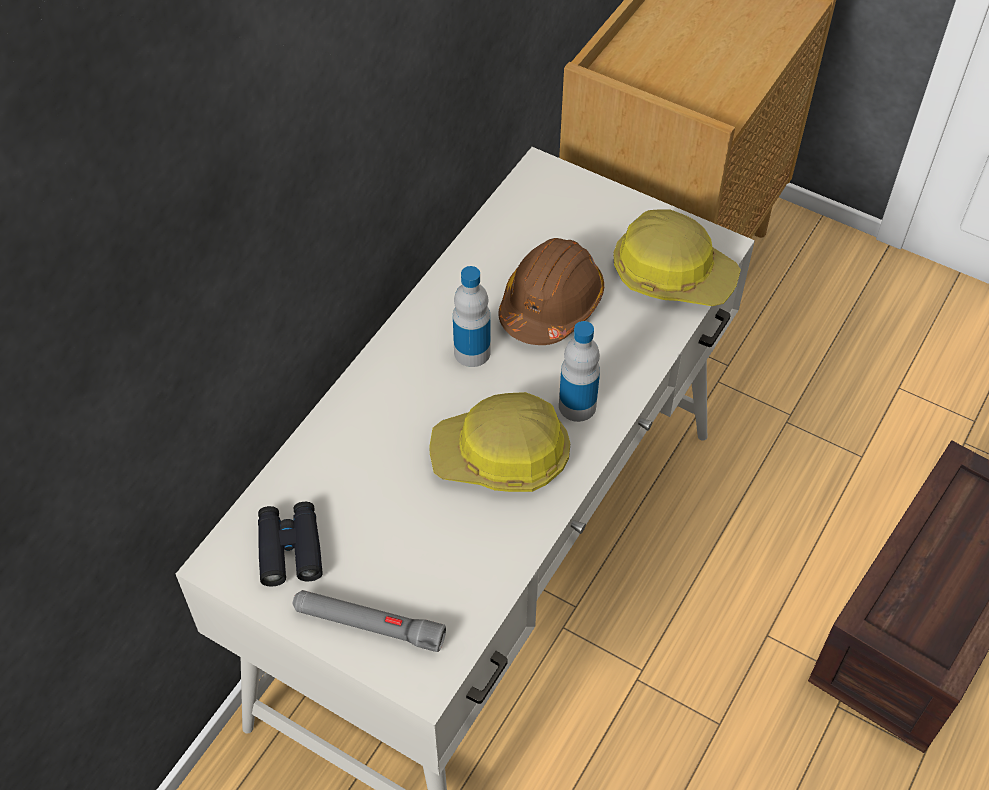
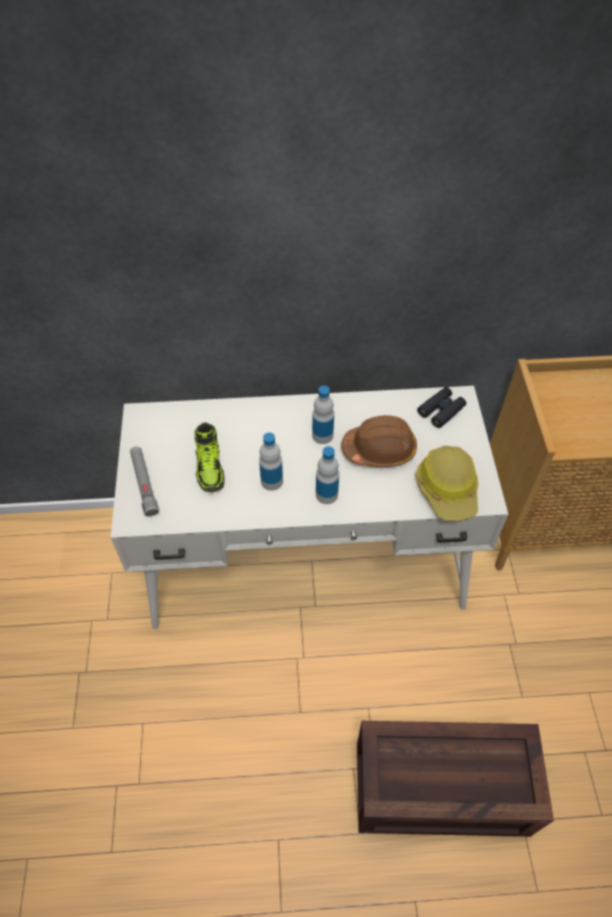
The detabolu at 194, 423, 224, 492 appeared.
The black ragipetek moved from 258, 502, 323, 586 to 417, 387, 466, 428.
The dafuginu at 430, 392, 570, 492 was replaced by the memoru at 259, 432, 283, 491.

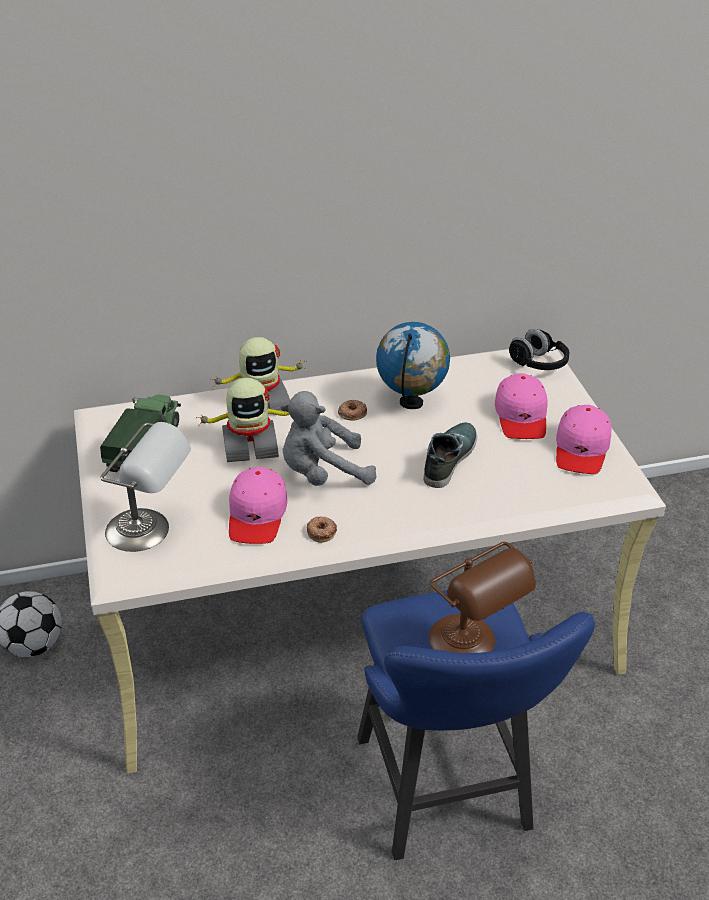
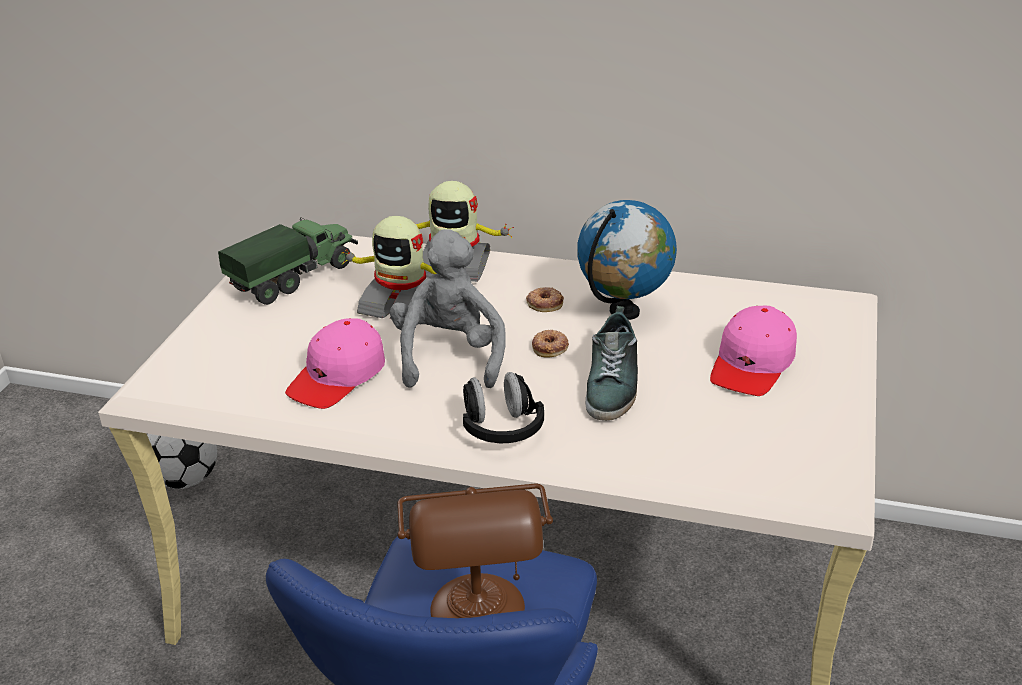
The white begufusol at 100, 422, 191, 552 disappeared.
The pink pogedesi at 556, 405, 611, 474 disappeared.
The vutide moved from 306, 516, 337, 543 to 532, 330, 569, 357.
The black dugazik moved from 509, 329, 569, 370 to 463, 372, 544, 443.
The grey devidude at 280, 391, 376, 486 turned 75 degrees clockwise.
The detabolu at 424, 422, 477, 488 turned 135 degrees clockwise.

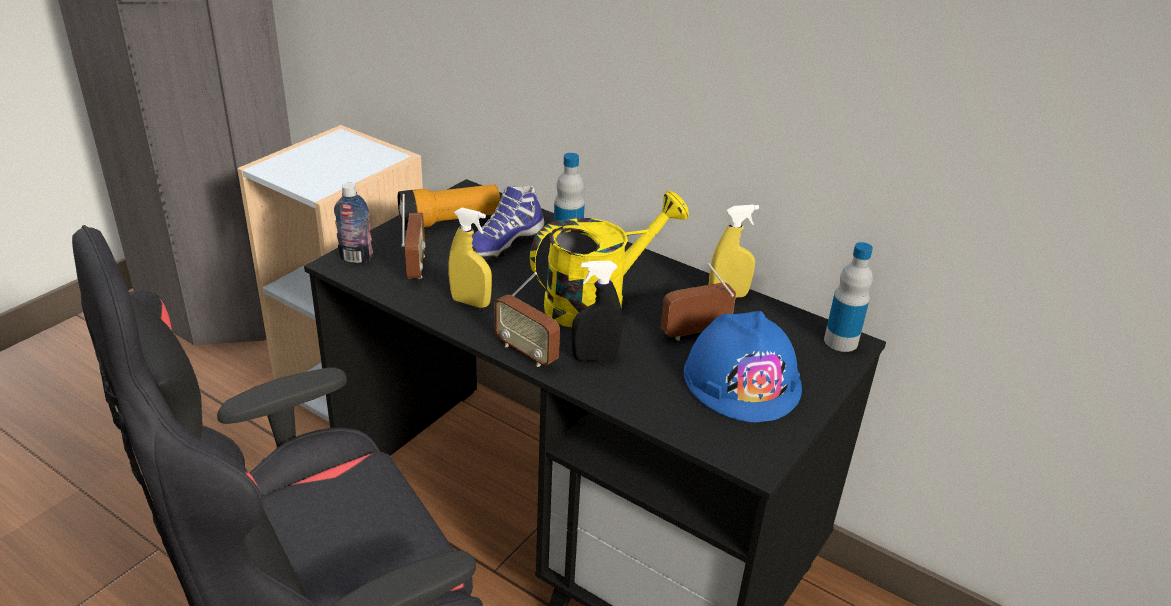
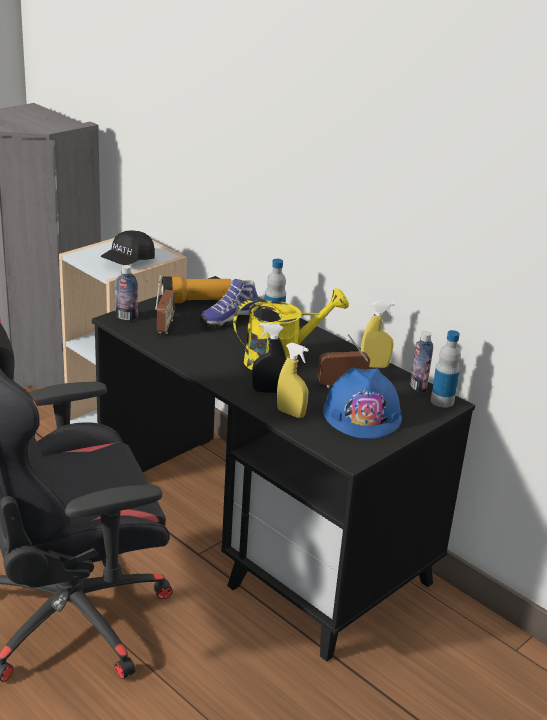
The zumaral at 495, 272, 560, 367 disappeared.
The black pogedesi at 101, 230, 155, 265 appeared.
The memoru at 410, 331, 433, 393 appeared.
The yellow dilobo moved from 448, 208, 492, 308 to 277, 342, 309, 418.

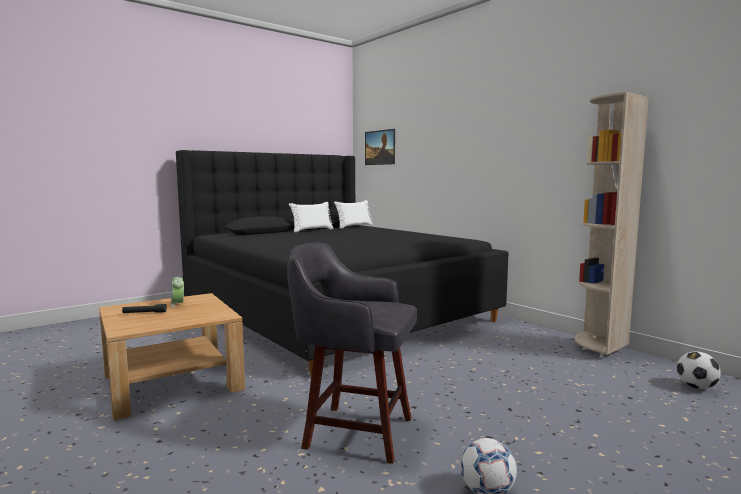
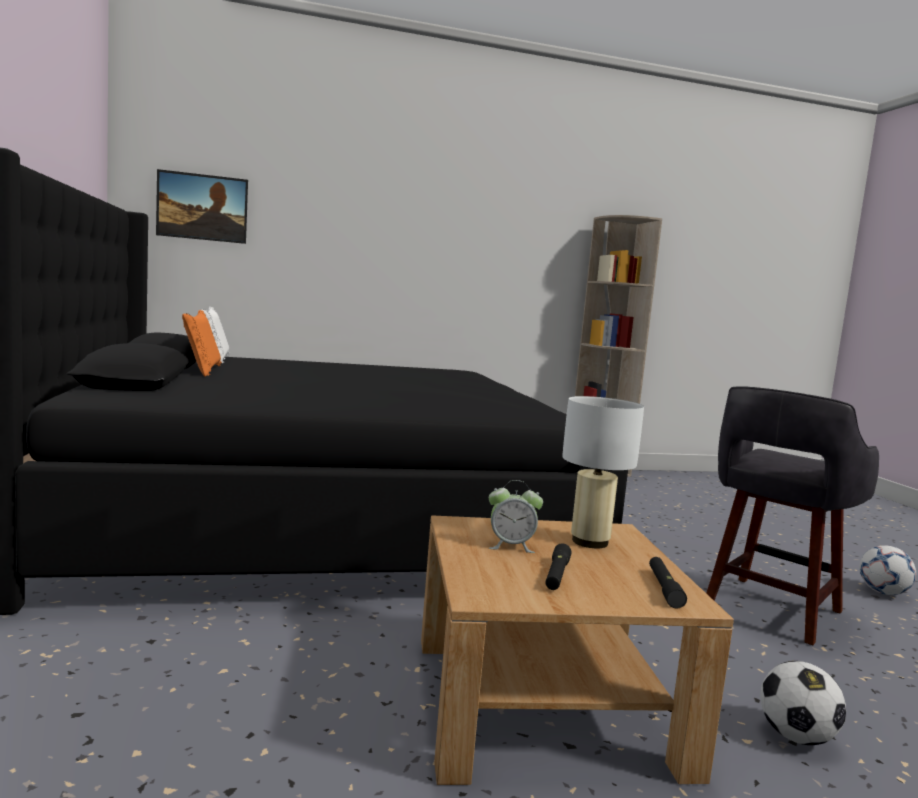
The white begufusol at 562, 396, 644, 548 appeared.
The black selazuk at 649, 557, 687, 608 appeared.
The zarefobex moved from 677, 351, 721, 389 to 761, 661, 846, 745.
The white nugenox at 289, 202, 333, 232 became the orange nugenox at 182, 310, 222, 377.

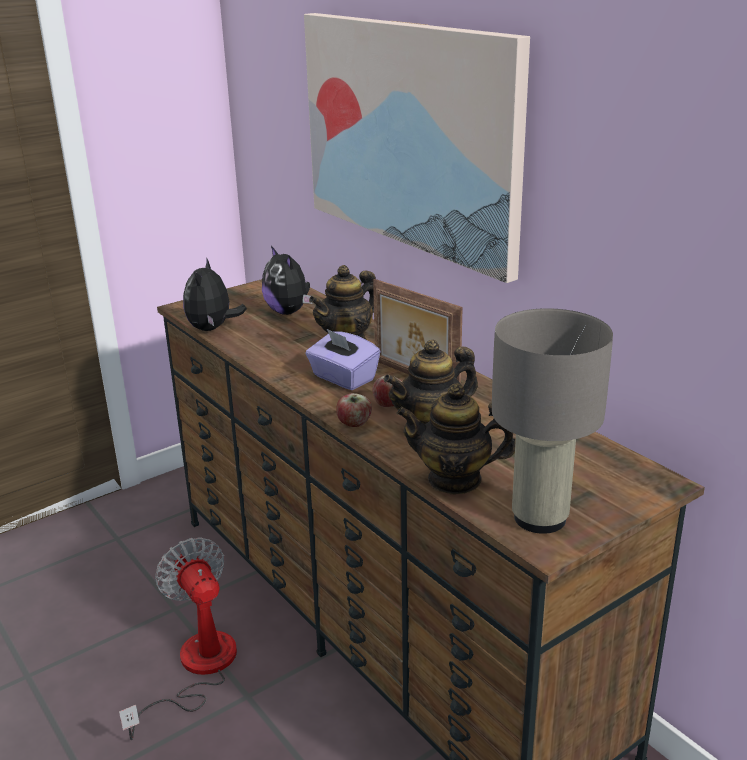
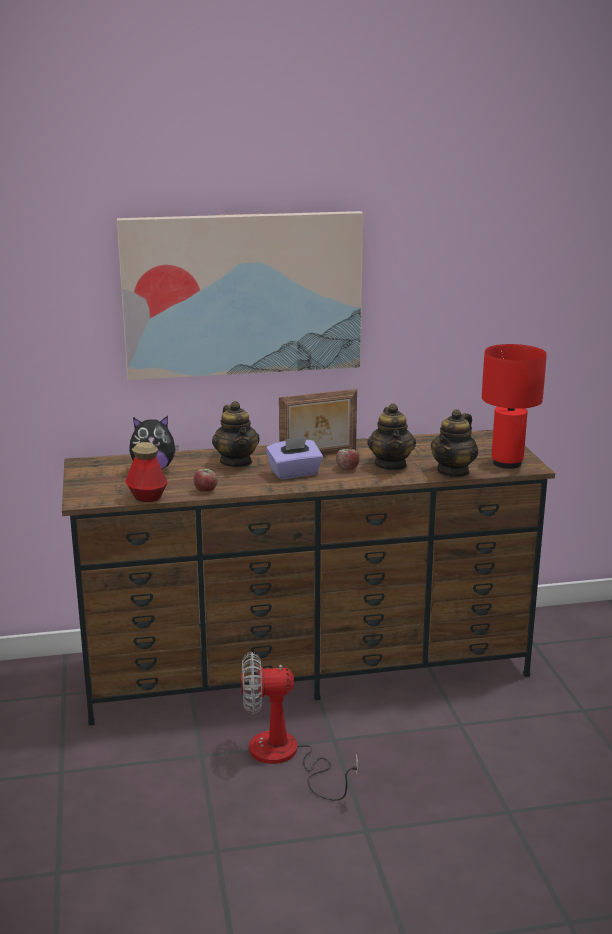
The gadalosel moved from 336, 393, 372, 427 to 193, 469, 218, 492.
The devidude at 183, 257, 247, 331 was replaced by the memoru at 125, 442, 168, 502.
The grey begufusol at 492, 308, 613, 534 became the red begufusol at 482, 344, 547, 469.

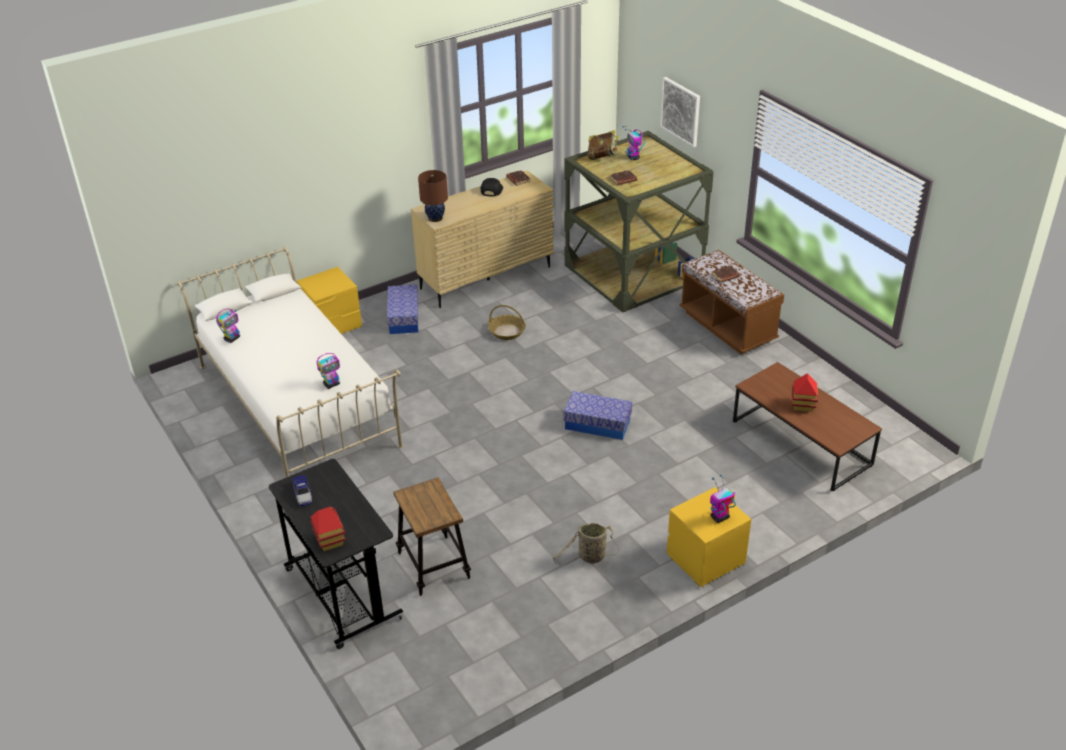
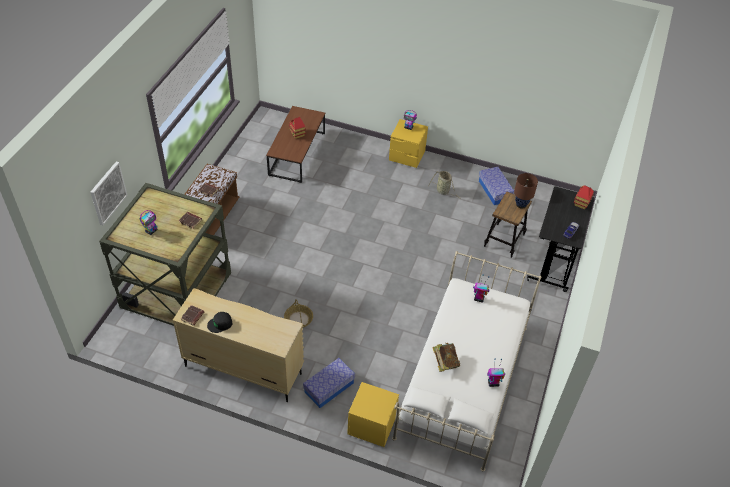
The brown begufusol moved from 418, 170, 448, 222 to 514, 173, 538, 209.
The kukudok moved from 564, 391, 632, 440 to 479, 167, 514, 205.
The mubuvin moved from 587, 130, 619, 160 to 432, 342, 460, 372.

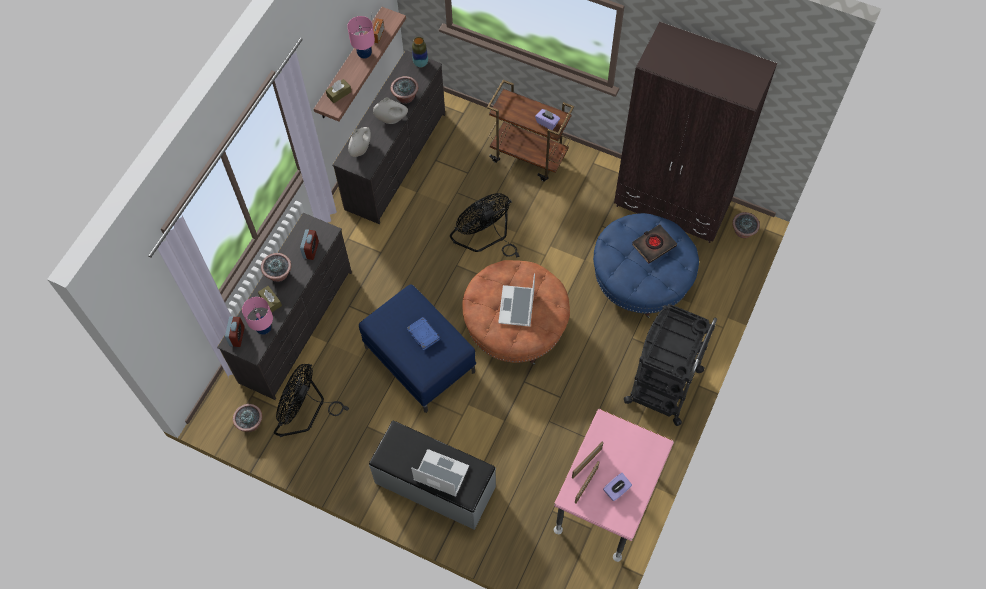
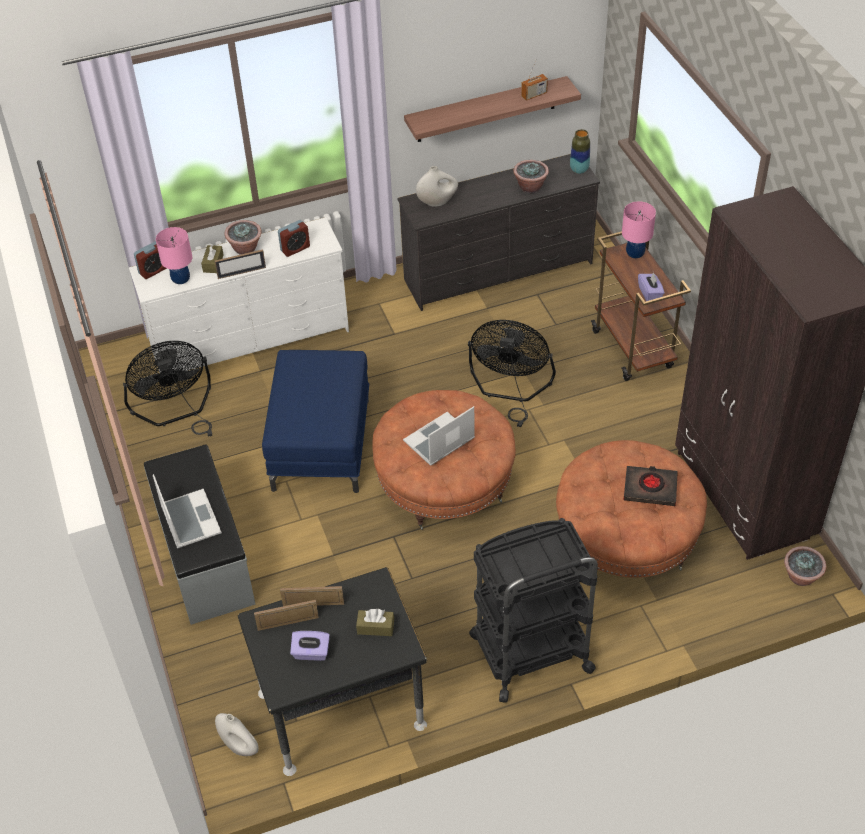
The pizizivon at 233, 404, 262, 432 disappeared.
The blue mubuvin at 407, 317, 441, 350 disappeared.
The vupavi at 215, 250, 266, 279 appeared.
The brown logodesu moved from 326, 79, 352, 103 to 356, 609, 394, 636.
The pink begufusol moved from 347, 16, 375, 59 to 622, 201, 656, 258.
The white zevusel moved from 373, 97, 408, 124 to 215, 713, 259, 756.
The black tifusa at 217, 213, 352, 400 became the white tifusa at 129, 217, 349, 372.
The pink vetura at 554, 409, 674, 562 became the black vetura at 238, 567, 427, 776.
The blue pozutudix at 593, 213, 699, 318 became the brown pozutudix at 556, 440, 707, 578.

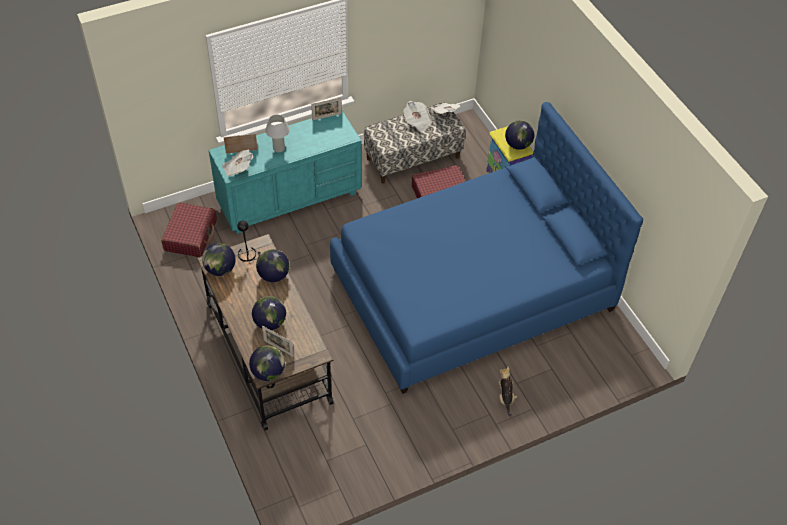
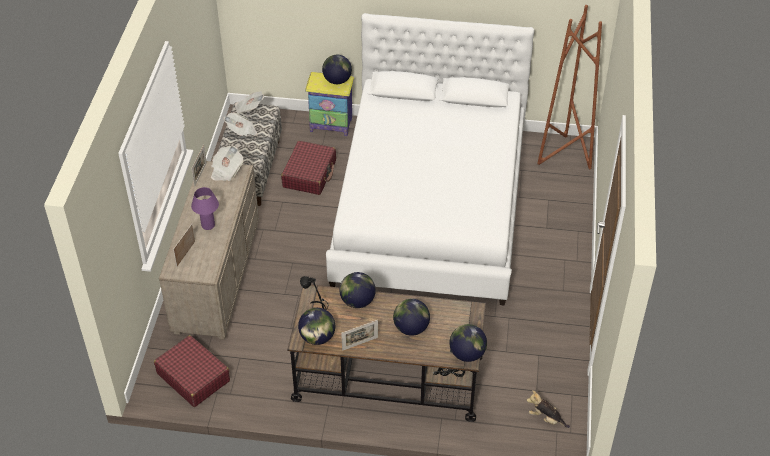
The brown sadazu at 537, 5, 602, 169 appeared.
The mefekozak moved from 222, 150, 253, 176 to 211, 146, 243, 181.
The vupavi moved from 262, 326, 294, 357 to 341, 320, 378, 351.
The devidude moved from 499, 366, 517, 417 to 526, 390, 570, 428.
The turquoise tifusa at 208, 111, 361, 234 became the beige tifusa at 159, 161, 259, 340.
The white begufusol at 265, 114, 290, 152 became the purple begufusol at 191, 187, 219, 230.
The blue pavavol at 330, 102, 643, 394 became the white pavavol at 326, 13, 535, 305.

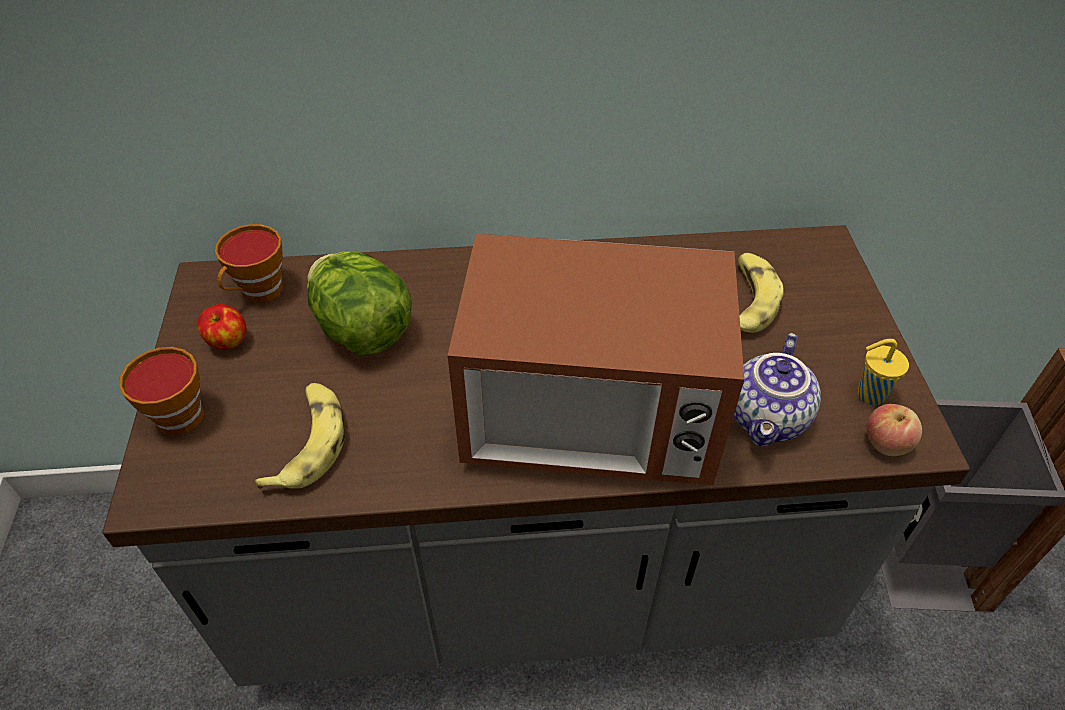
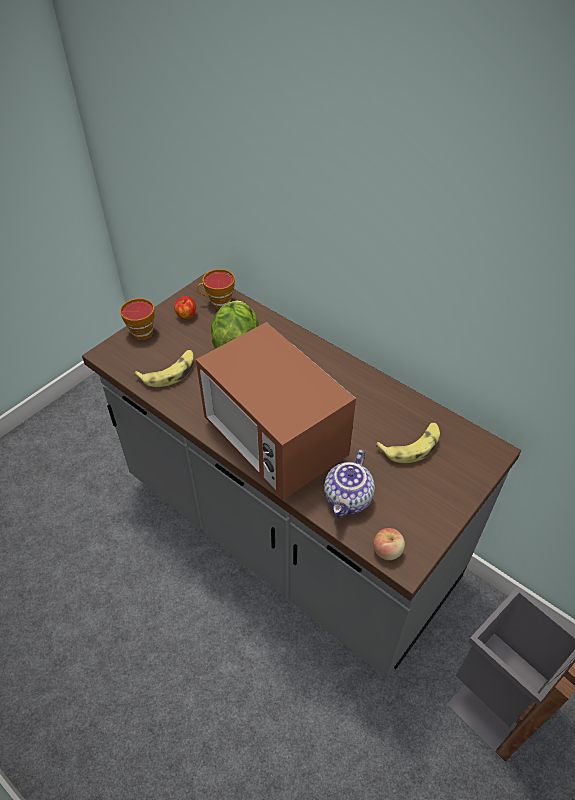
The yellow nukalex at 857, 339, 909, 406 disappeared.
The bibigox at 734, 333, 821, 446 turned 45 degrees counterclockwise.

